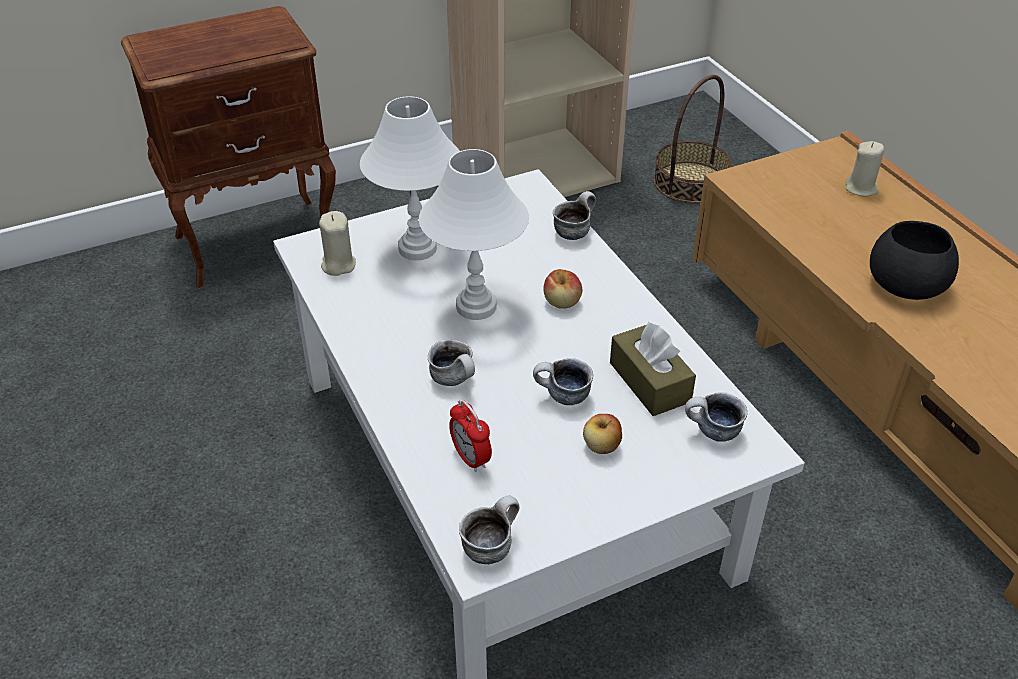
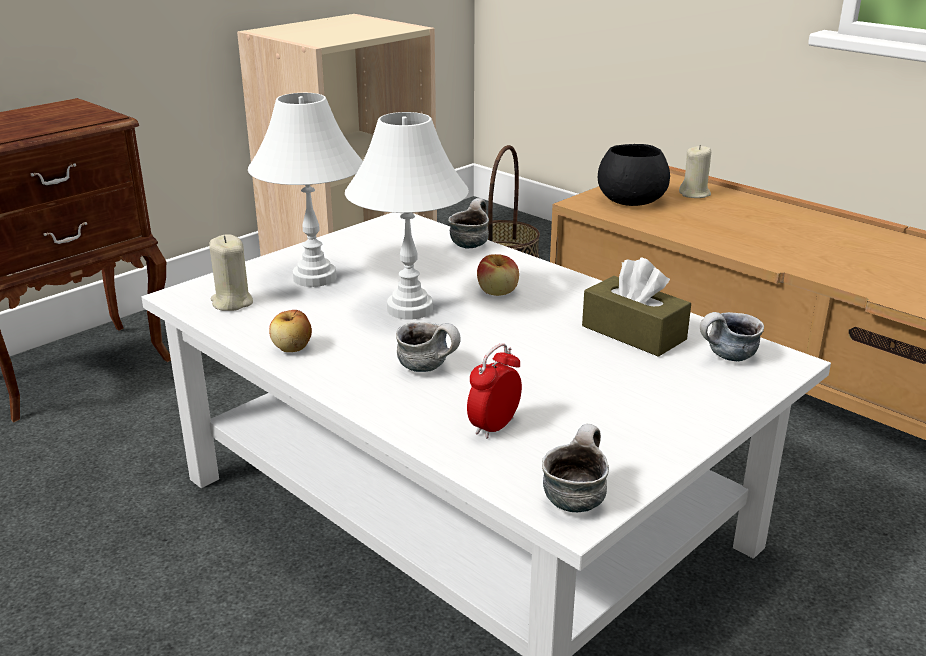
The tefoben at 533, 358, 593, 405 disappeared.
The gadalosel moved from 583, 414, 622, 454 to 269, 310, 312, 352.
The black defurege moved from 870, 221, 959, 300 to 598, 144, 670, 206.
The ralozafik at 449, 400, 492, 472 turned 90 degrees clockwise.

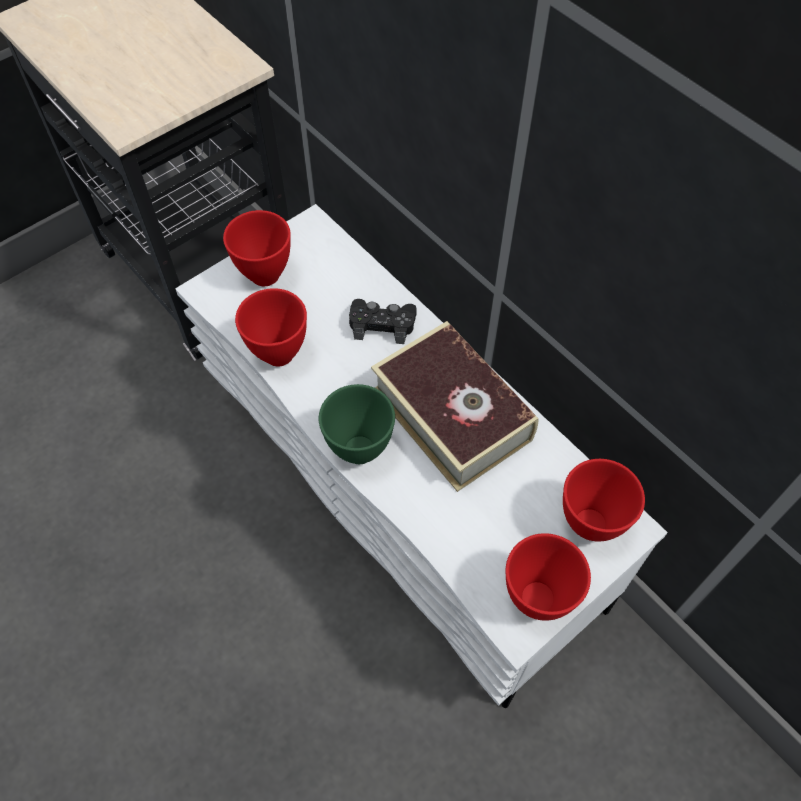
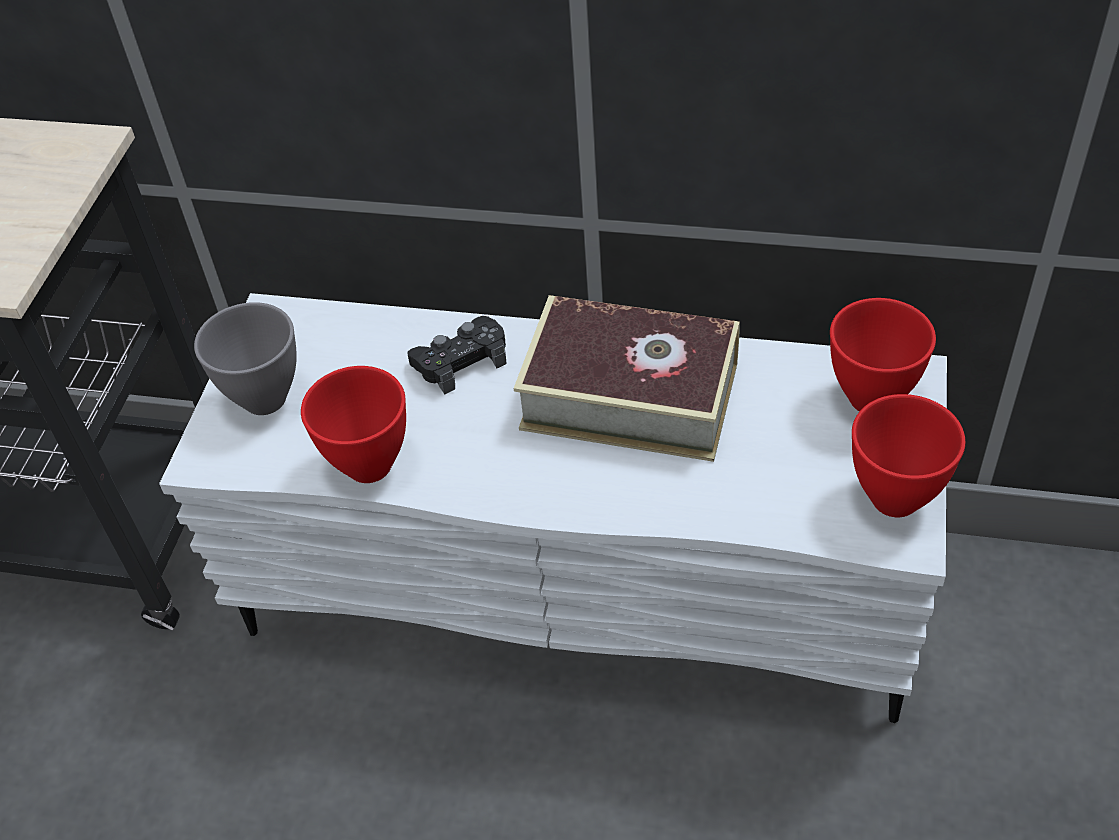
The green defurege at 319, 384, 395, 464 disappeared.
The red defurege at 223, 210, 291, 286 became the grey defurege at 194, 302, 297, 415.

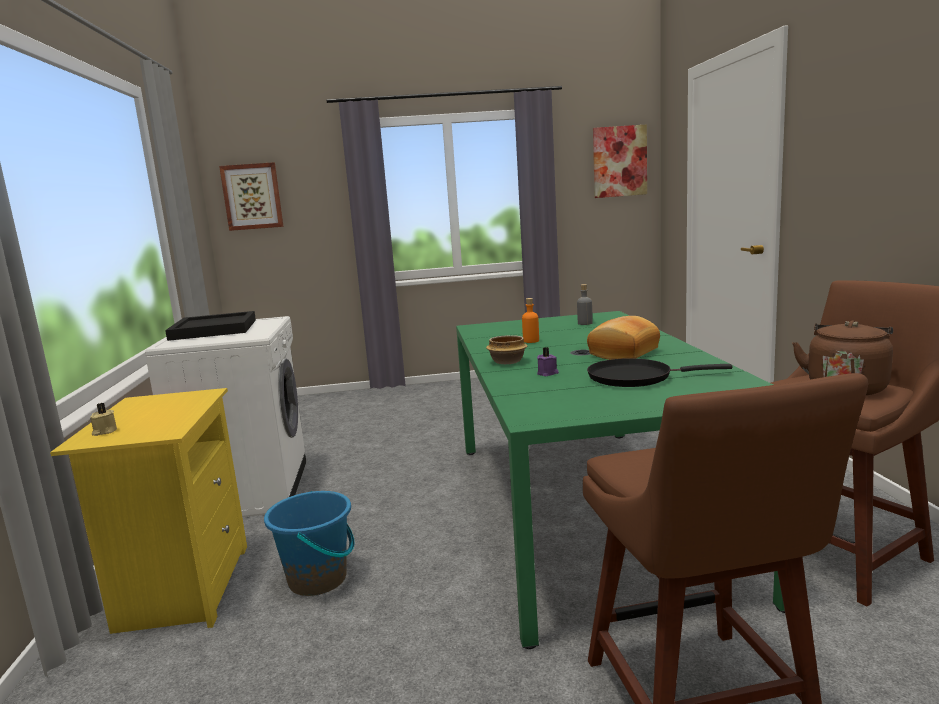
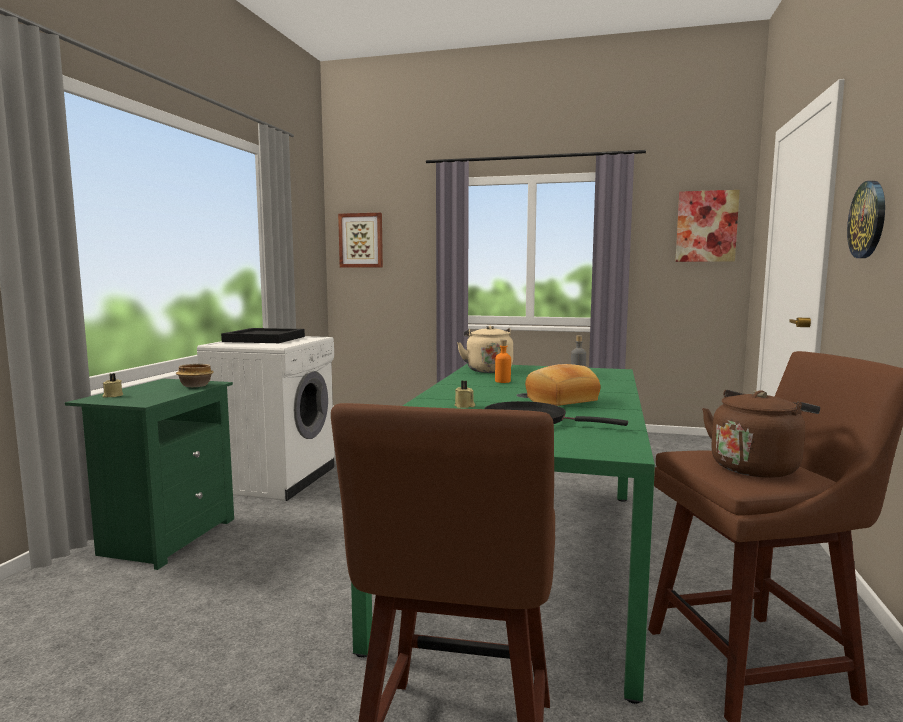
The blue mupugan at 264, 491, 354, 596 disappeared.
The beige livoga at 457, 325, 513, 373 appeared.
The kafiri at 847, 181, 885, 258 appeared.
The defurege moved from 486, 335, 527, 364 to 176, 364, 214, 387.
The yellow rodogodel at 50, 388, 247, 634 became the green rodogodel at 65, 379, 234, 570.
The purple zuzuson at 537, 347, 559, 376 became the beige zuzuson at 454, 381, 475, 408.

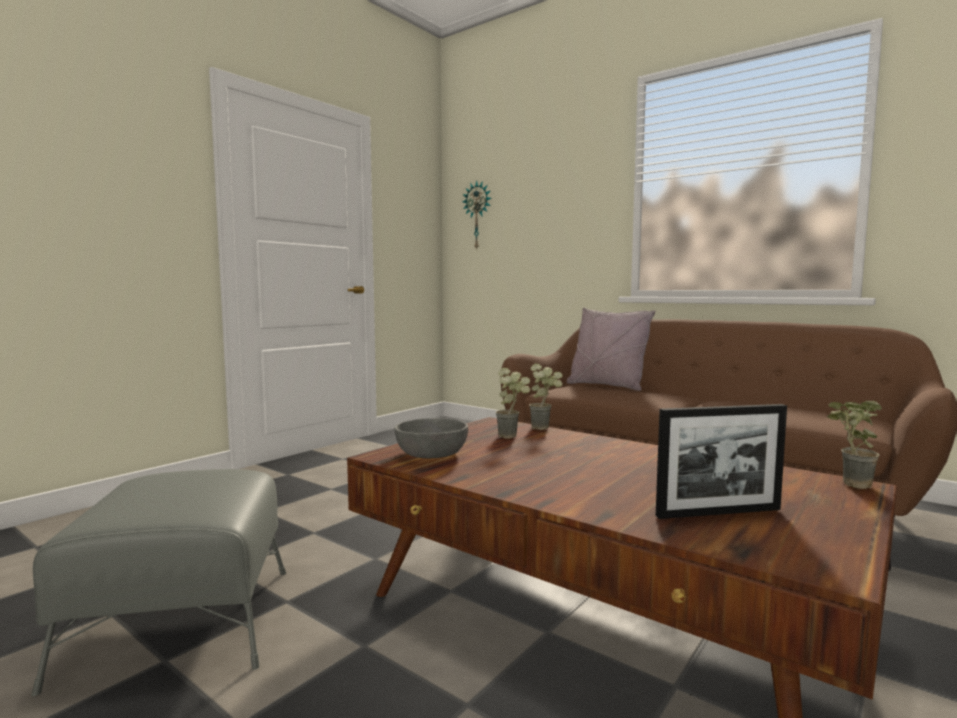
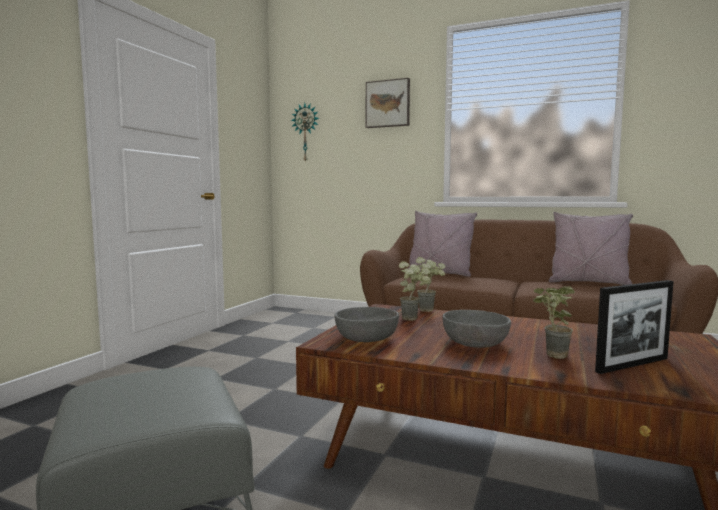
The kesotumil at 366, 78, 410, 128 appeared.
The grey defurege at 442, 310, 511, 348 appeared.
The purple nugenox at 549, 212, 633, 285 appeared.
The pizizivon moved from 827, 401, 882, 489 to 533, 286, 575, 359.

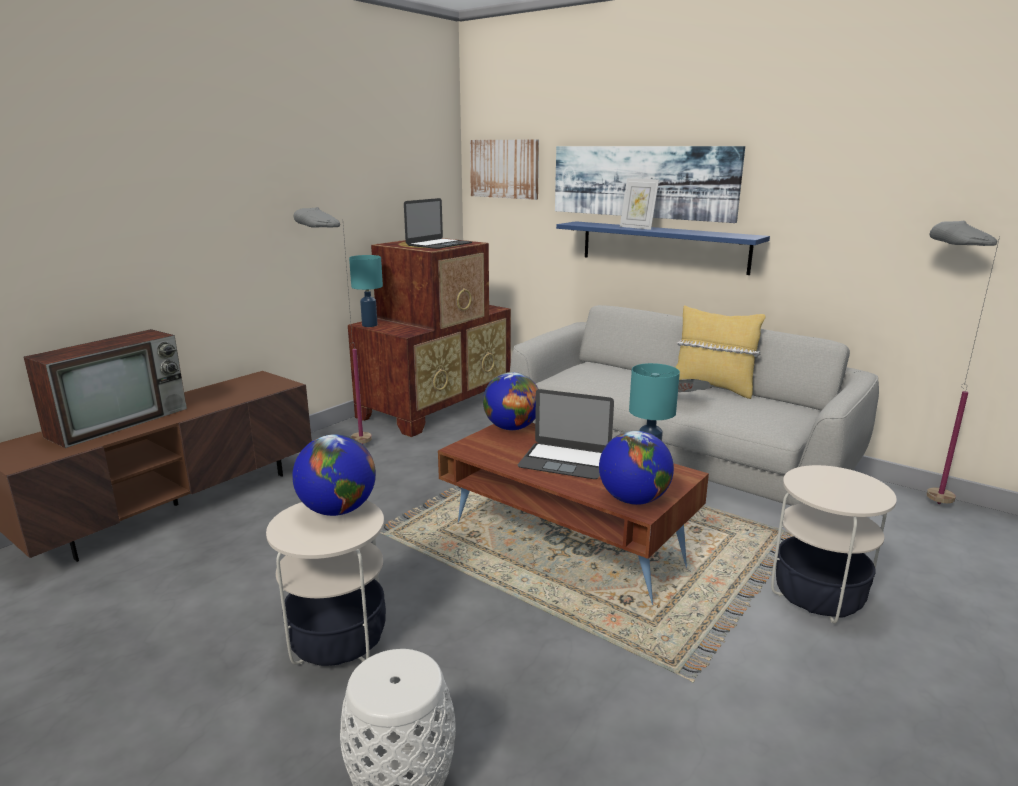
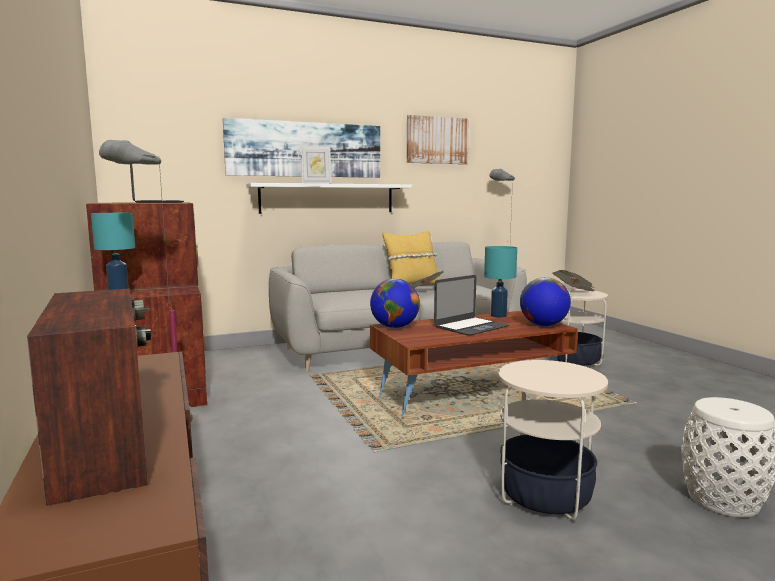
The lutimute at 292, 434, 376, 516 disappeared.
The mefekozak at 553, 270, 595, 291 appeared.
The kesotumil moved from 470, 139, 539, 200 to 407, 115, 469, 164.
The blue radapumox at 556, 221, 770, 275 became the white radapumox at 246, 183, 412, 214.

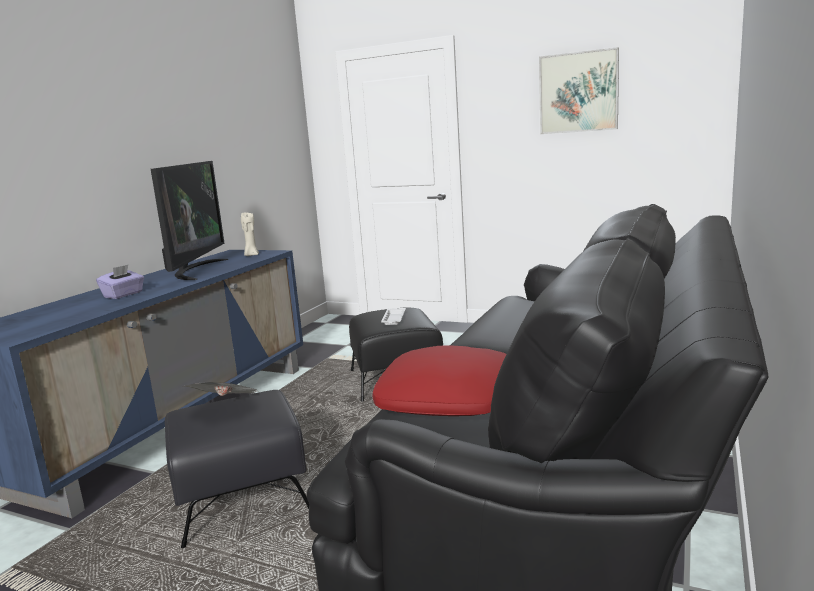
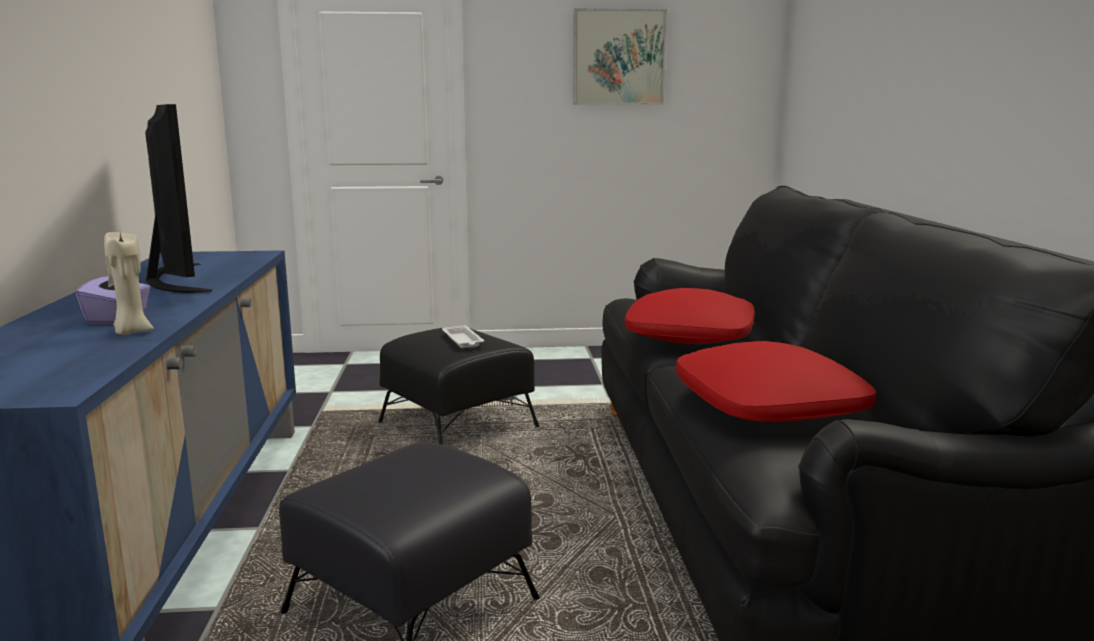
The mefekozak at 184, 382, 257, 396 disappeared.
The red nugenox at 625, 288, 755, 344 appeared.
The beige zuzuson moved from 241, 212, 259, 256 to 104, 232, 154, 335.

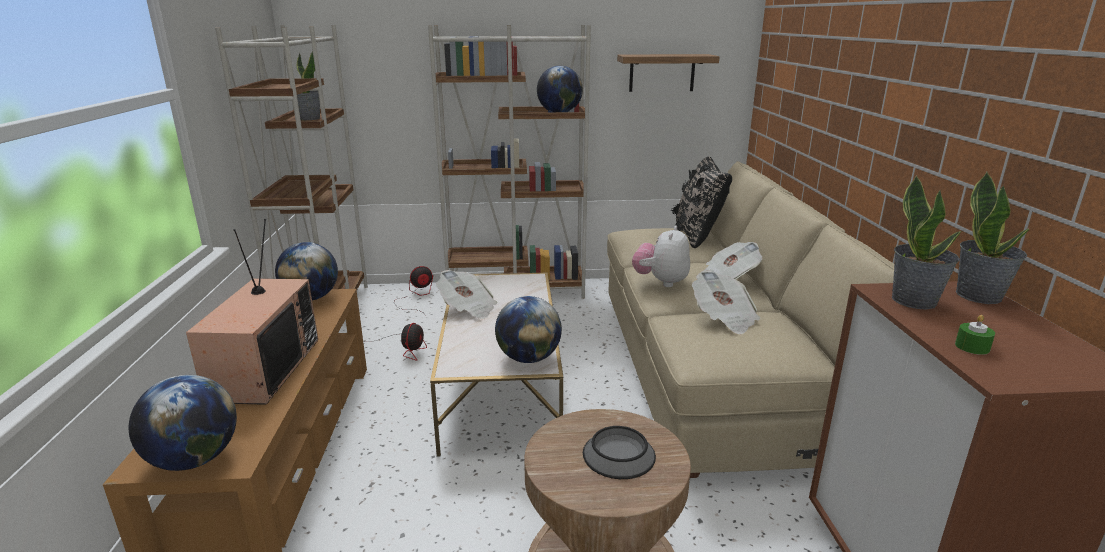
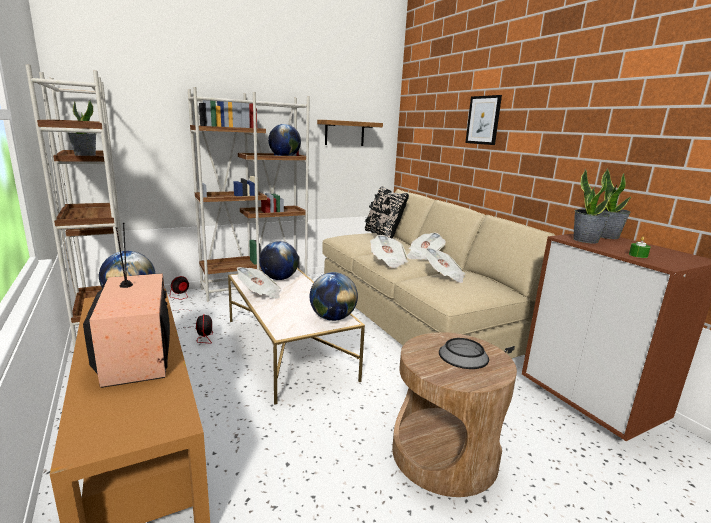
The kesotumil at 465, 95, 502, 145 appeared.
The lutimute moved from 128, 375, 237, 471 to 259, 241, 299, 280.
The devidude at 632, 226, 690, 287 was replaced by the mefekozak at 370, 235, 408, 268.

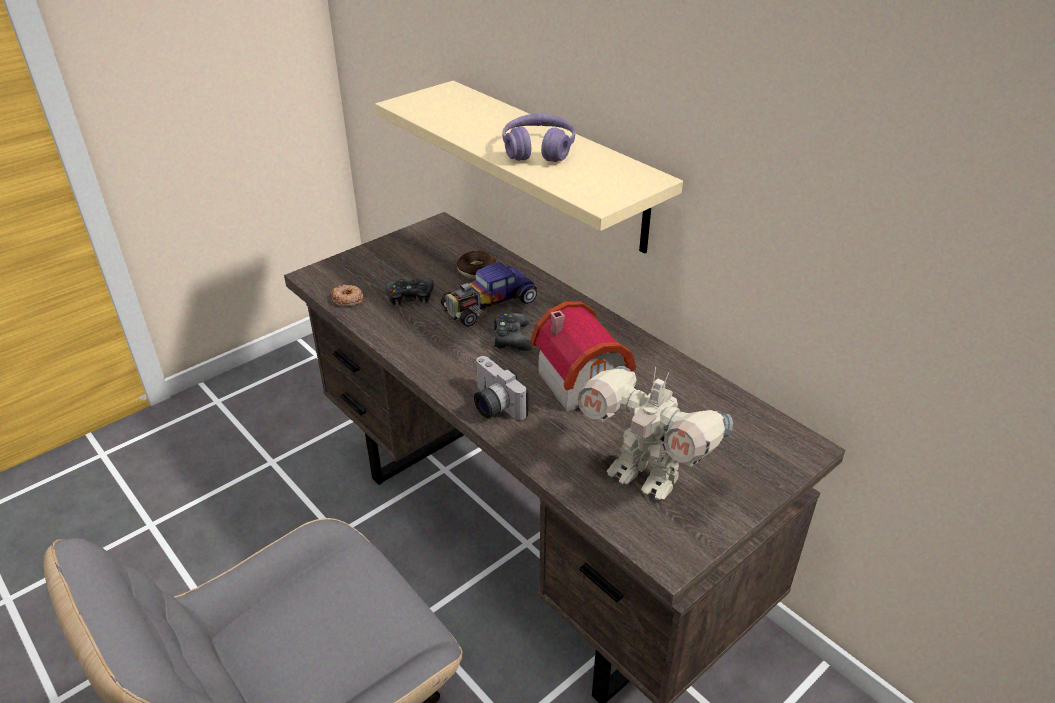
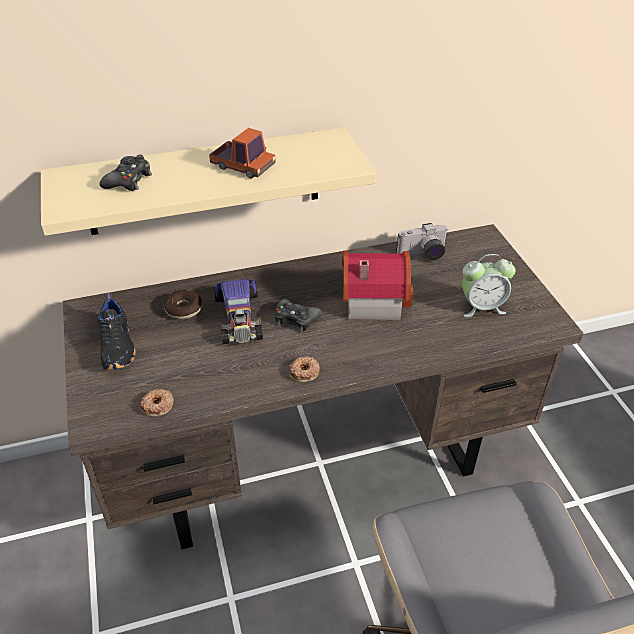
The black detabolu at 97, 293, 136, 370 appeared.
The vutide at 289, 357, 320, 382 appeared.
The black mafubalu moved from 385, 278, 434, 307 to 99, 155, 152, 191.
The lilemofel moved from 474, 356, 528, 420 to 396, 223, 448, 260.
The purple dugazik at 503, 113, 575, 162 was replaced by the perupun at 209, 128, 276, 178.
The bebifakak at 577, 366, 733, 500 was replaced by the ralozafik at 462, 254, 516, 317.

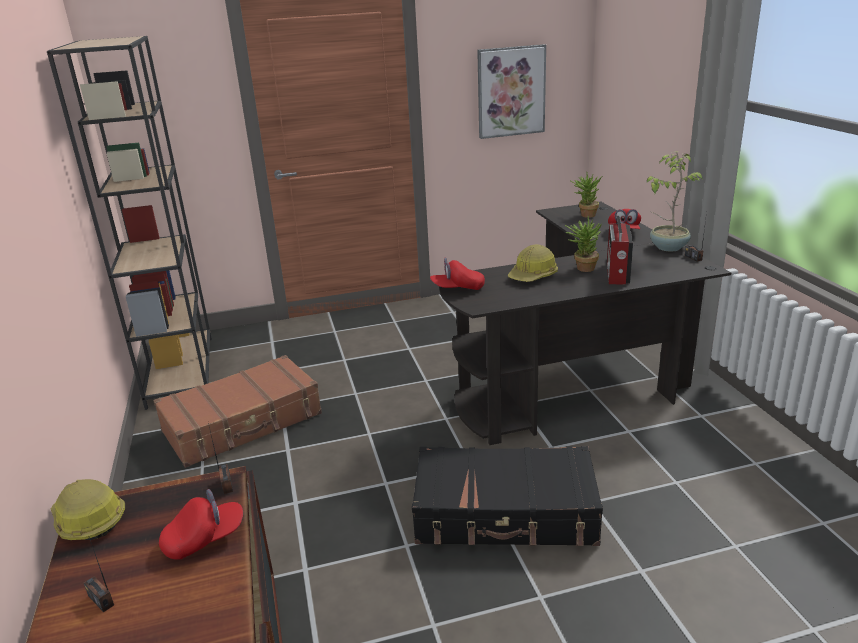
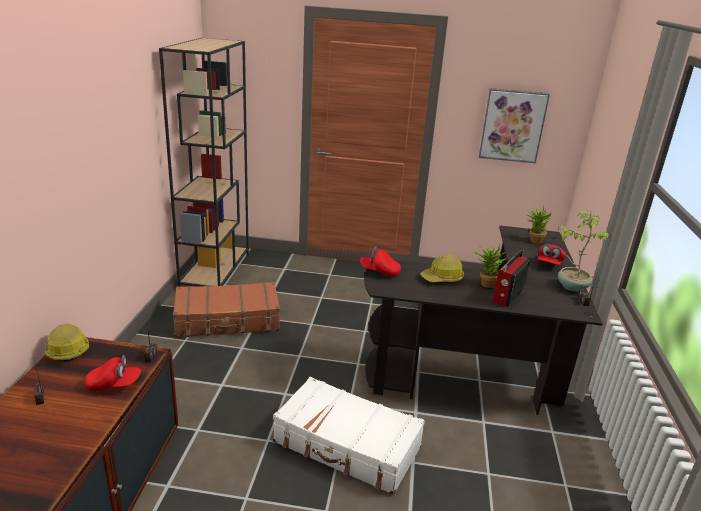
The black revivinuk at 412, 446, 603, 546 became the white revivinuk at 273, 377, 425, 495.

